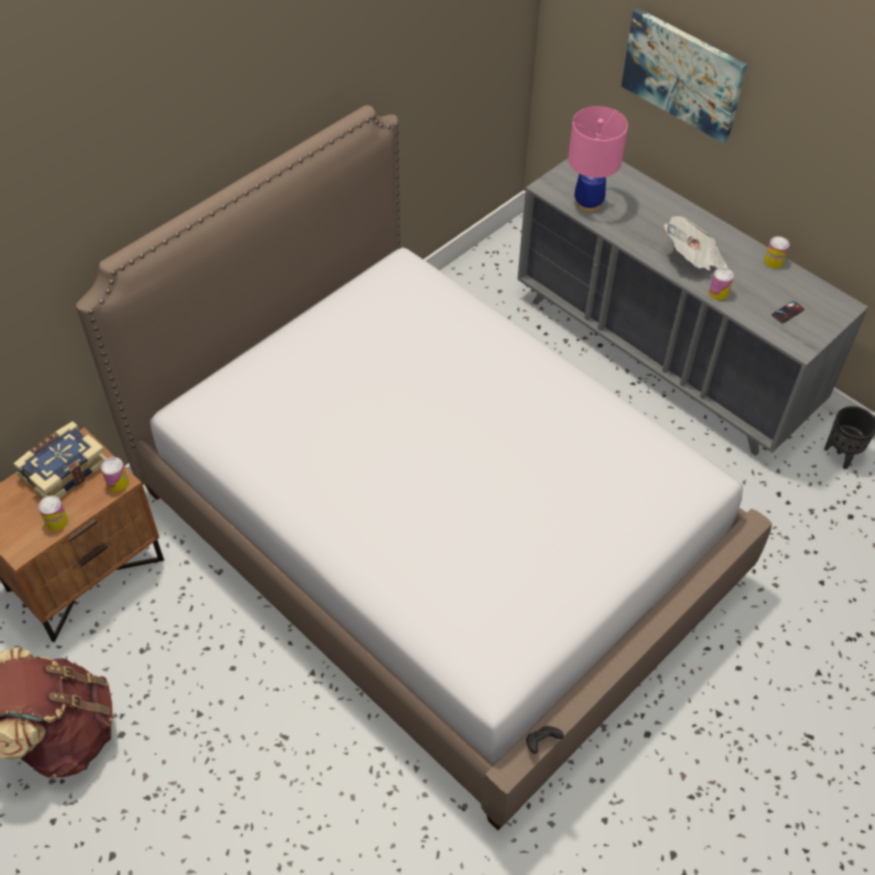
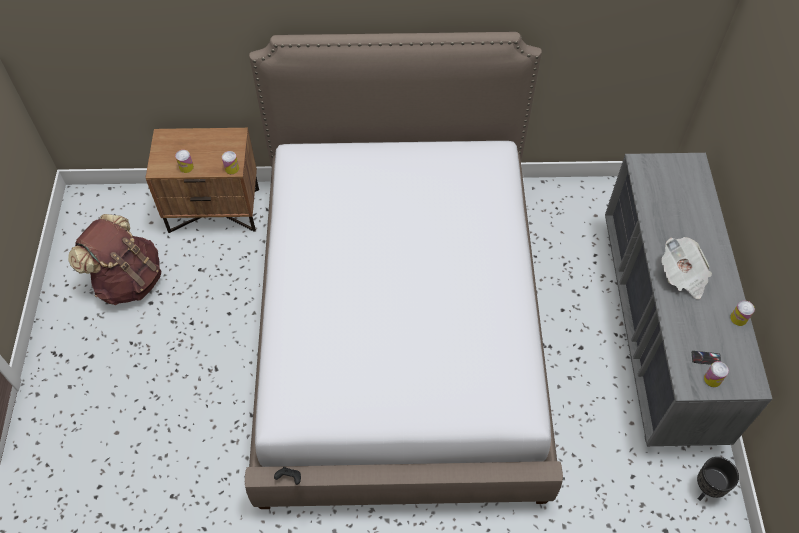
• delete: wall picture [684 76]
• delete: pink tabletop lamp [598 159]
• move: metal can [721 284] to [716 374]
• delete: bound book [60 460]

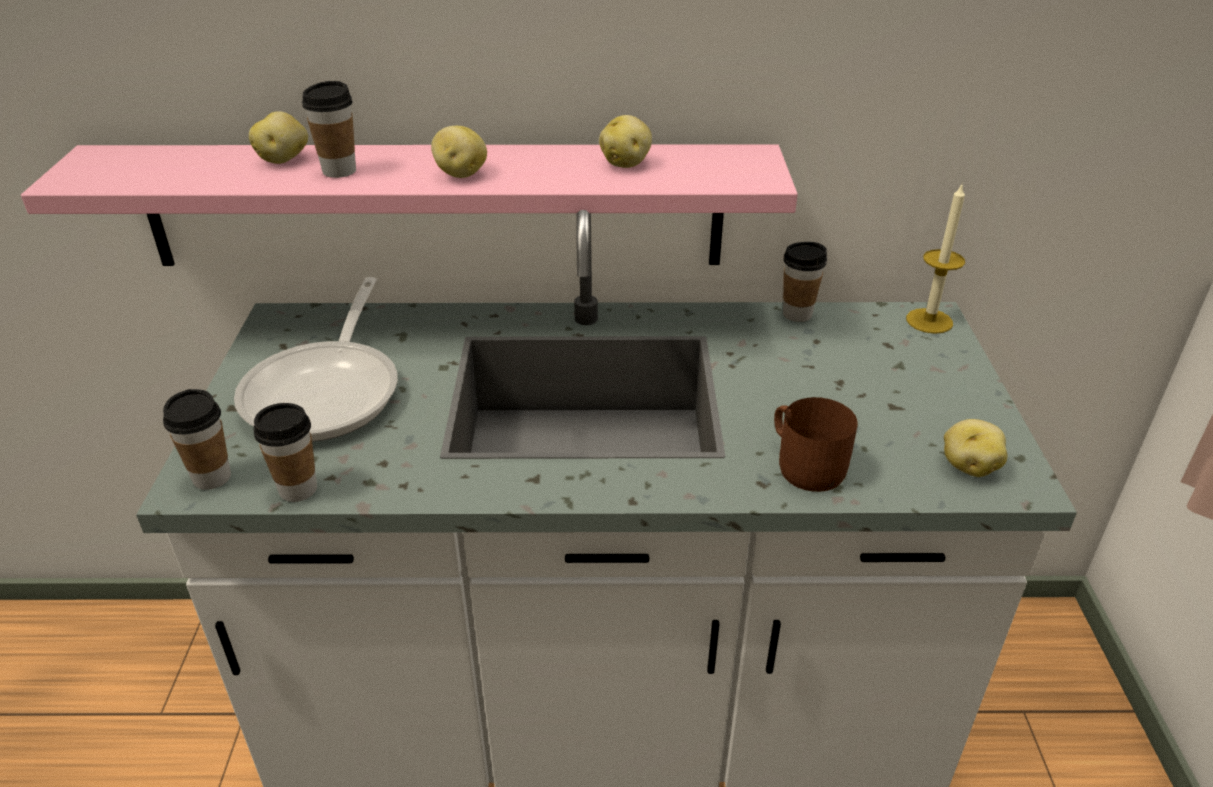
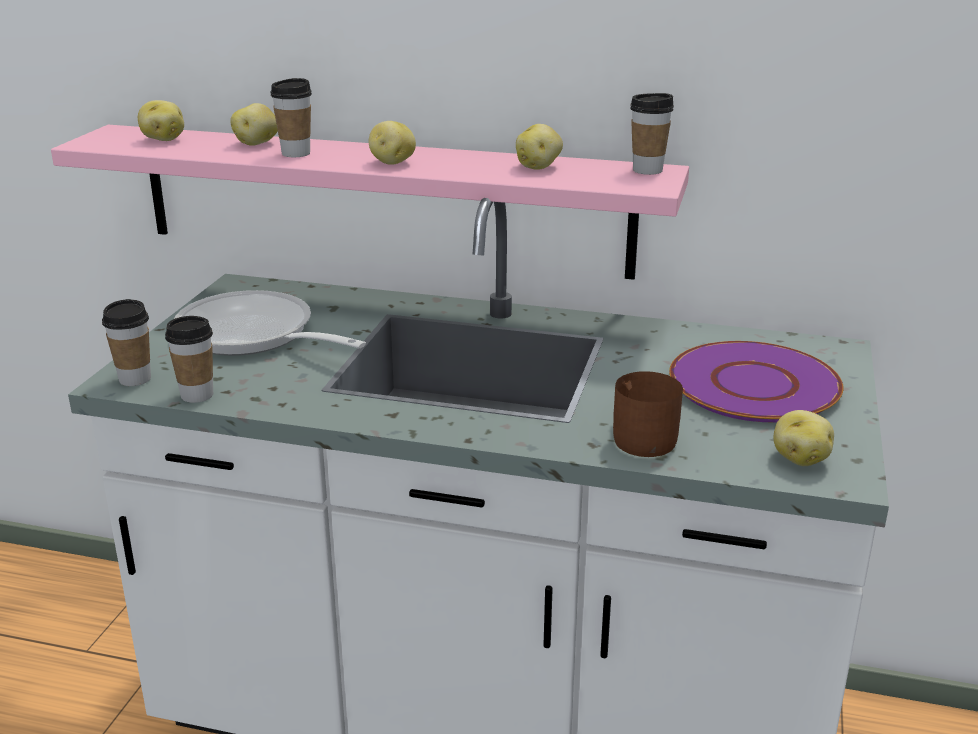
• delete: candle [935 259]
• move: drinking cup [805 282] to [652 134]
• rotate: pan [316 359] = [270 323] 105 degrees clockwise
• insert: spud [161 120]
• insert: purple-coloured plate [756 381]

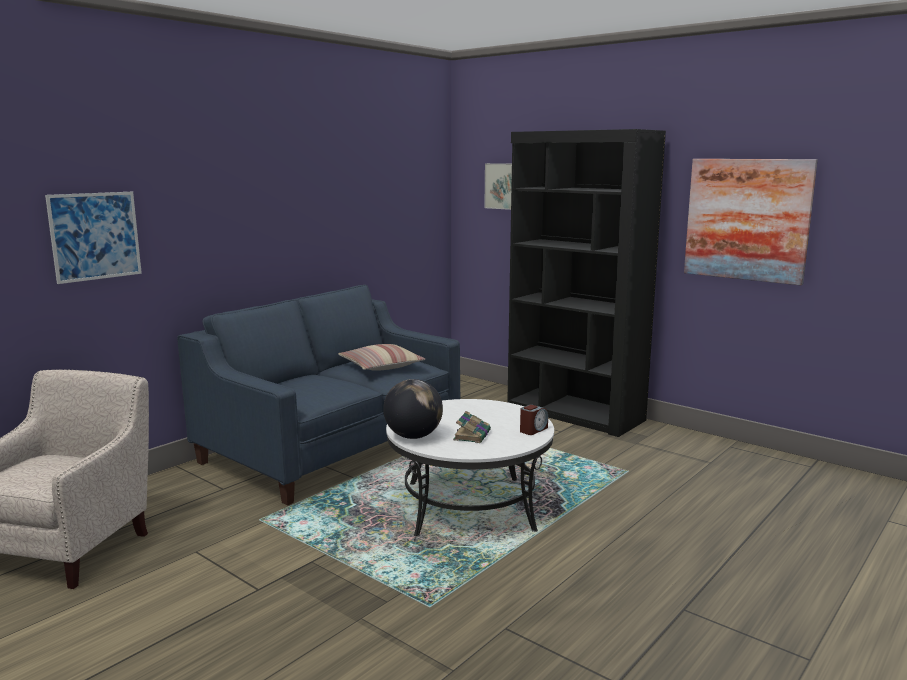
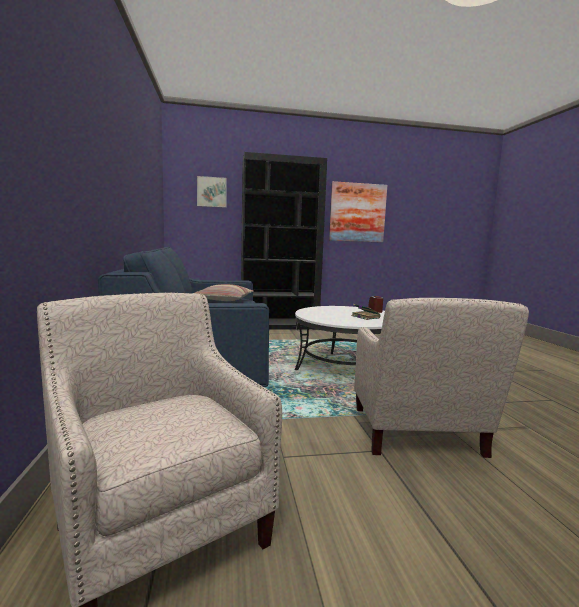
• delete: wall picture [93 238]
• delete: world globe [413 409]
• insert: sand-coloured armchair [441 378]

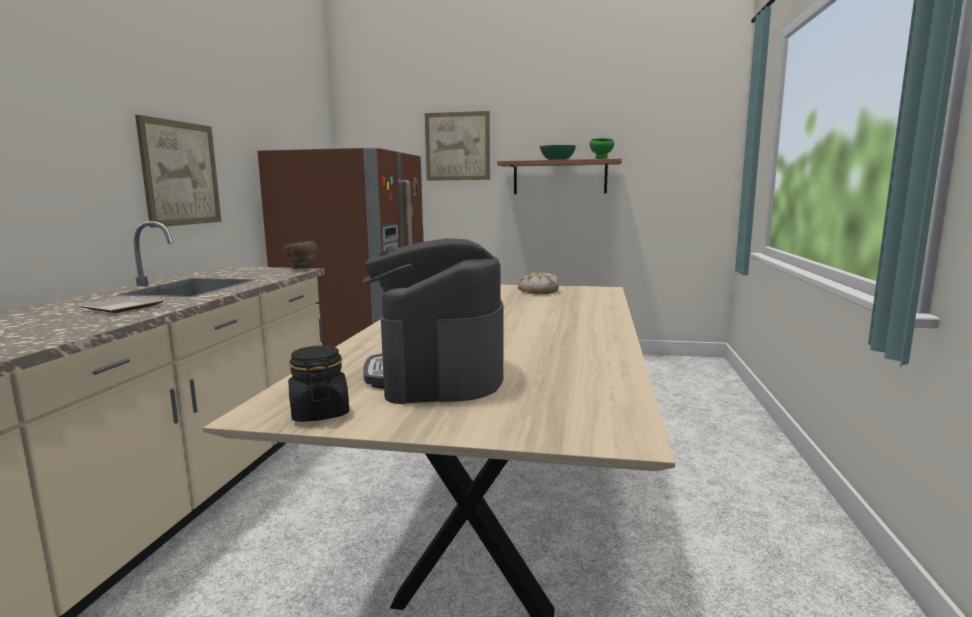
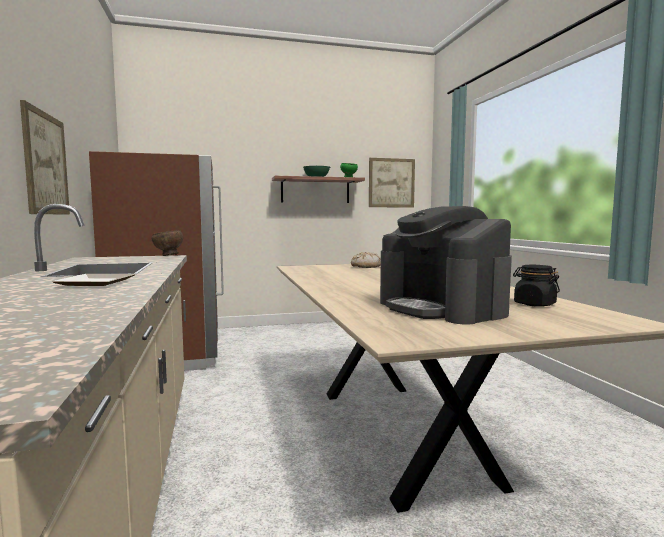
• move: wall picture [457 146] to [392 183]
• move: blackish storage jar [318 384] to [536 286]

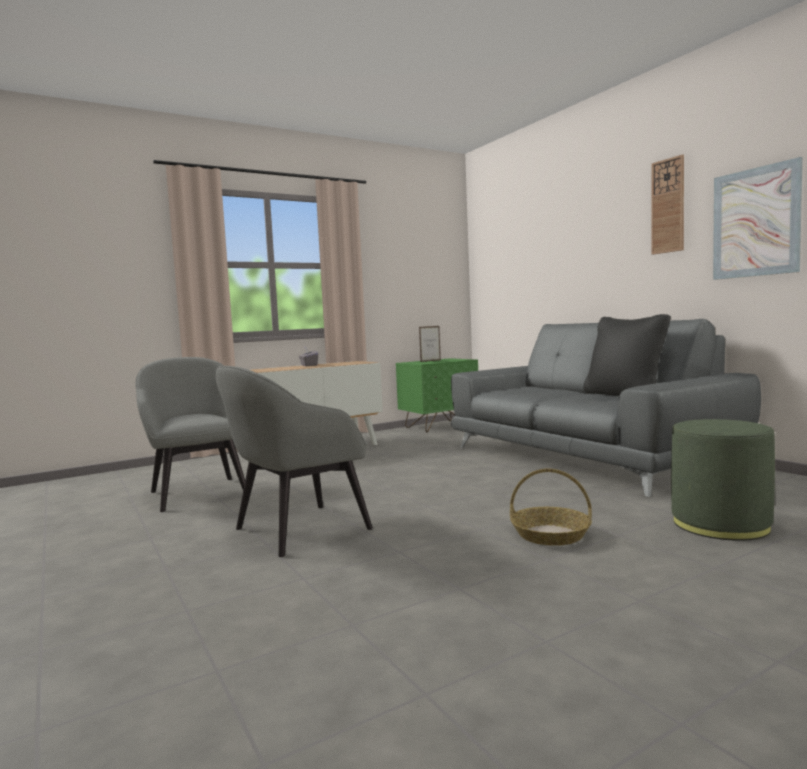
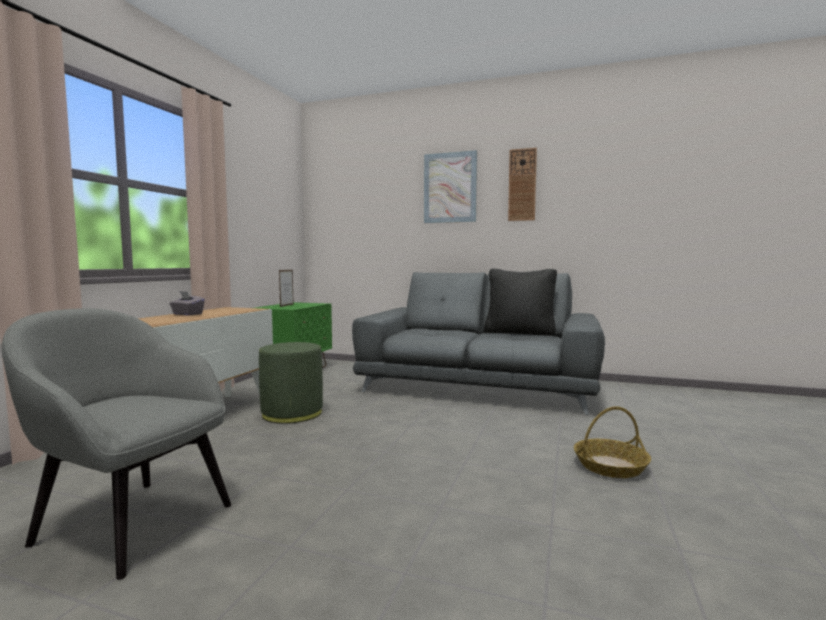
• move: wall picture [758 218] to [450 186]
• delete: greyish armchair [294 461]
• move: greenish ottoman [723 480] to [291 383]

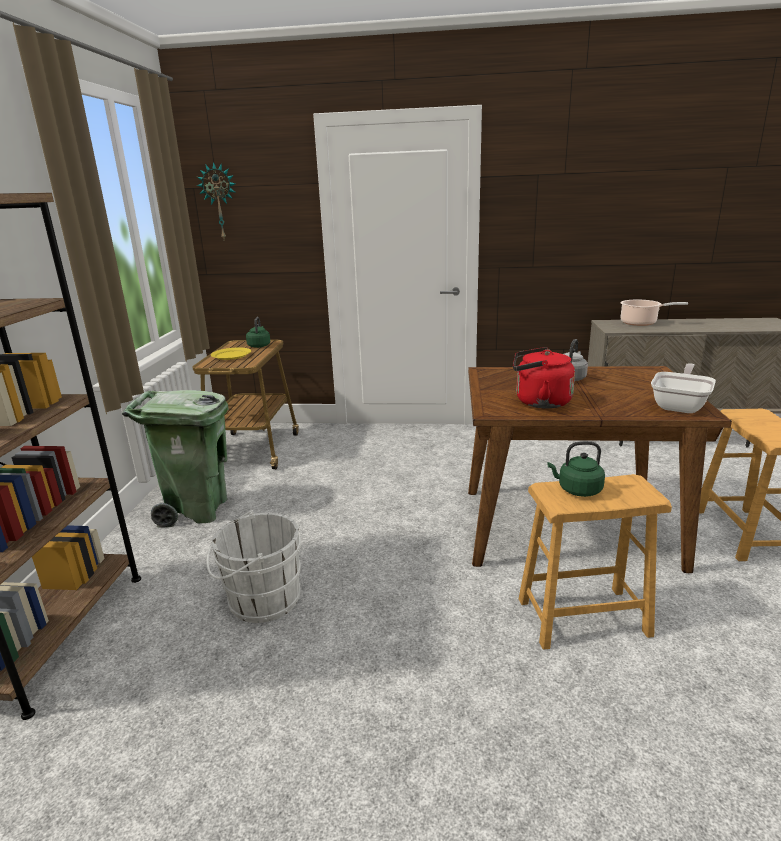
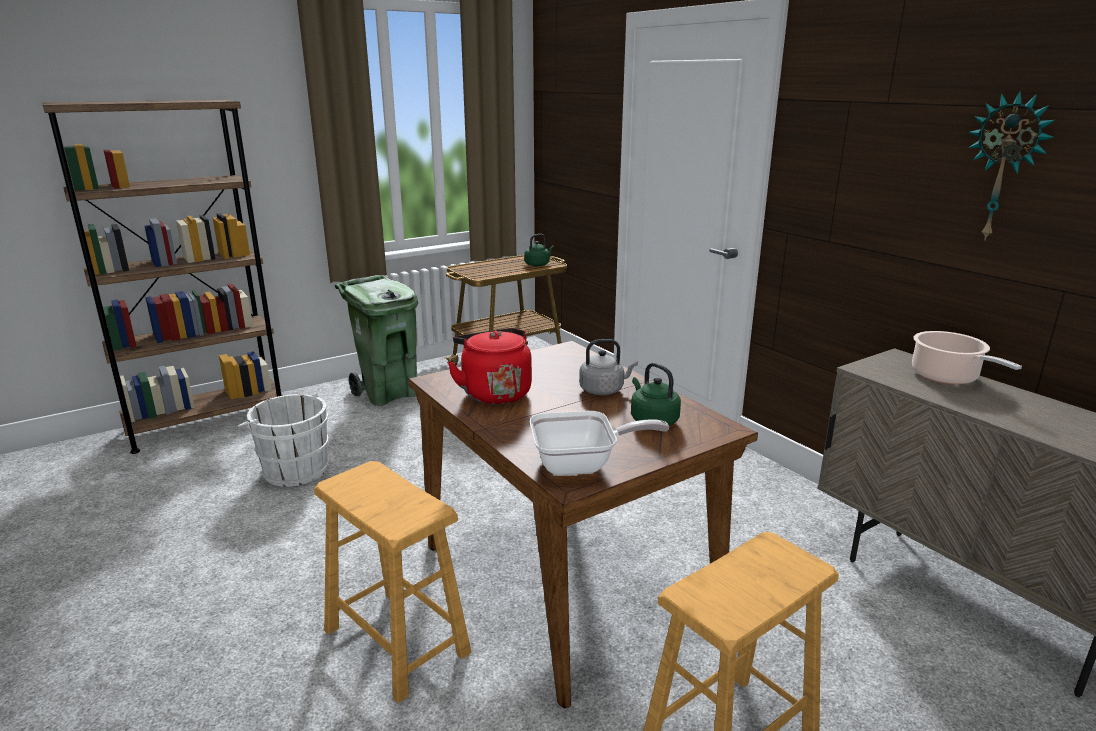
• move: hanging clock [216 200] to [1011 165]
• delete: yellow plate [231 353]
• move: greenish tea kettle [576 469] to [656 394]

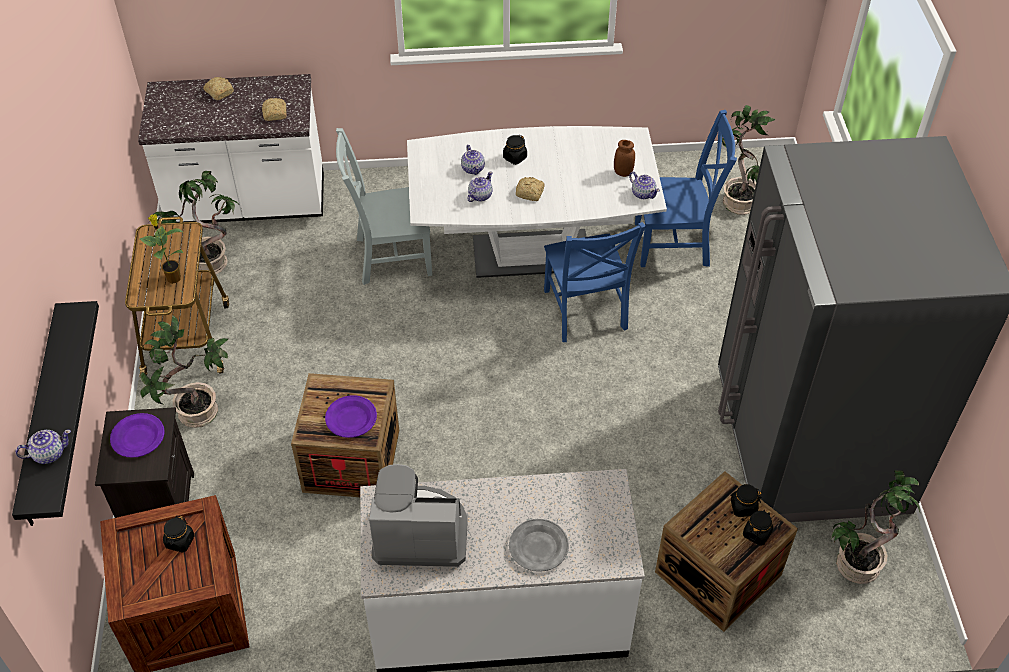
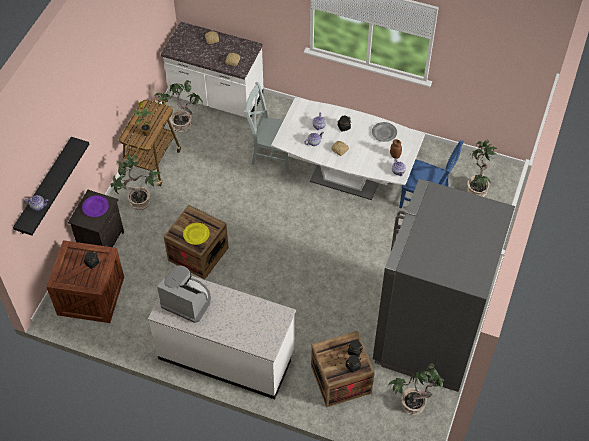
• delete: blue chair [595 282]
• recolor: purple-coloured plate [351 416] to yellow plate [196 234]
• move: greyish plate [539 545] to [384 132]

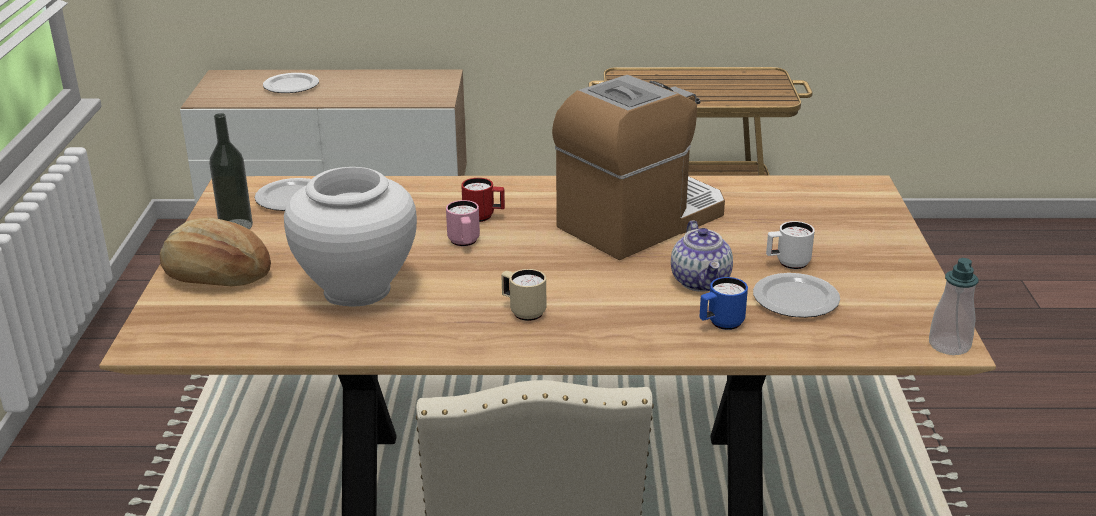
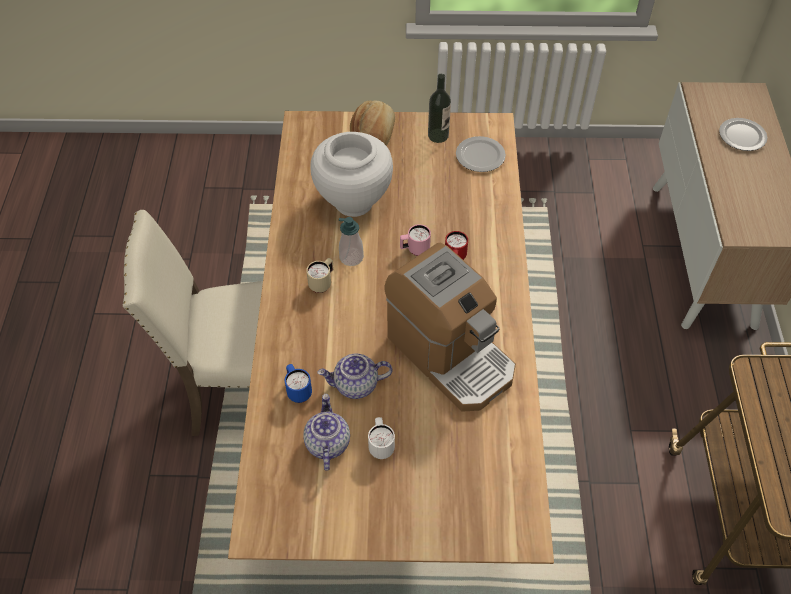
• move: soap dispenser [953 306] to [351 241]
• replace: plate [796 295] to teapot [326 432]

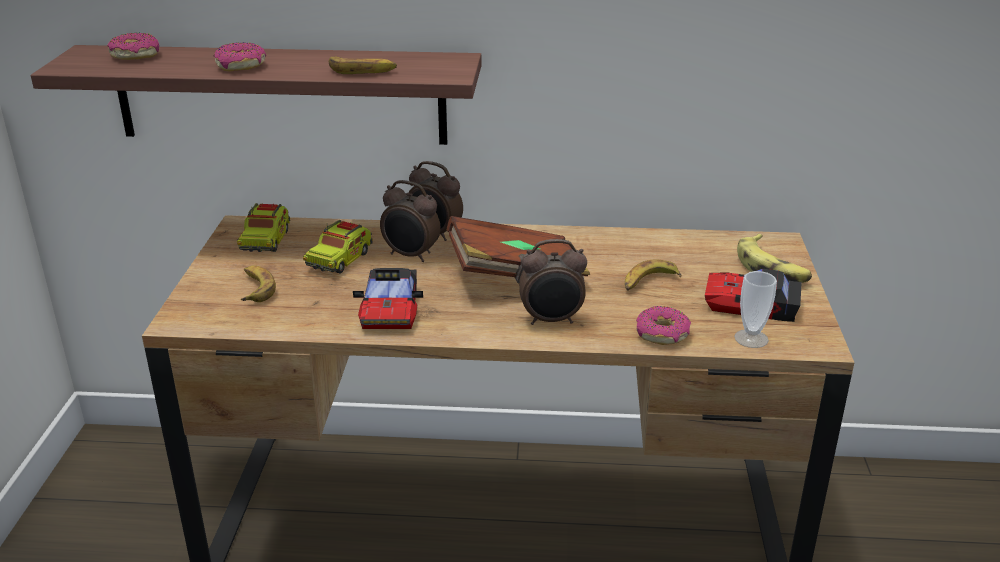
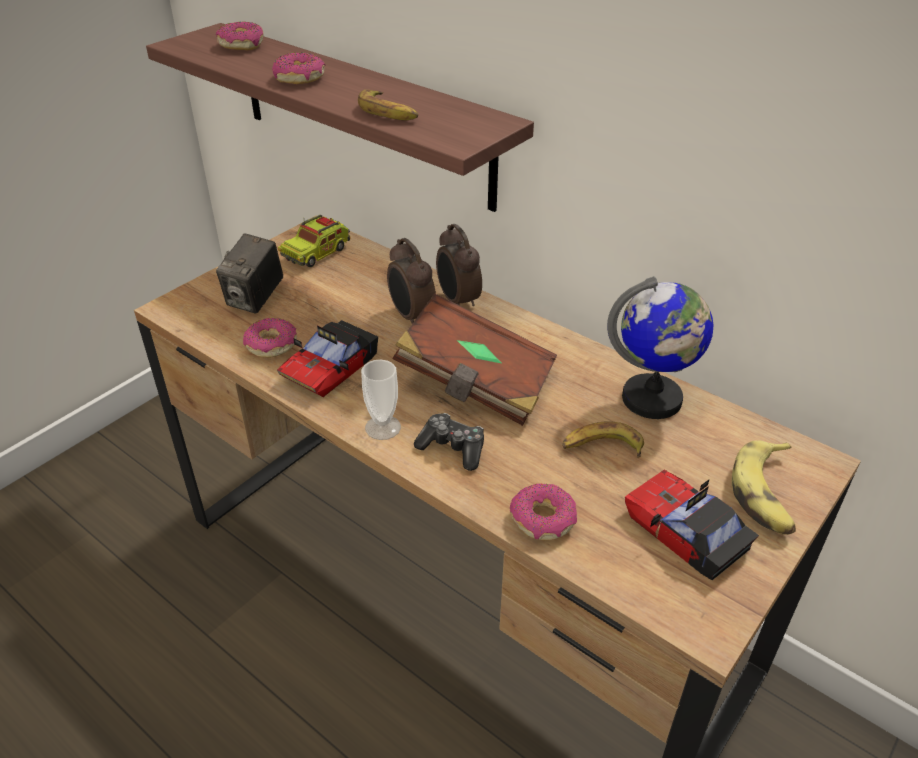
• delete: toy truck [338 246]
• replace: alarm clock [553 282] to gamepad [449 442]
• replace: whole banana [258 283] to photo camera [249 273]
• move: drinking cup [755 309] to [381 400]
• insert: world globe [660 347]
• insert: ring doughnut [270 338]

